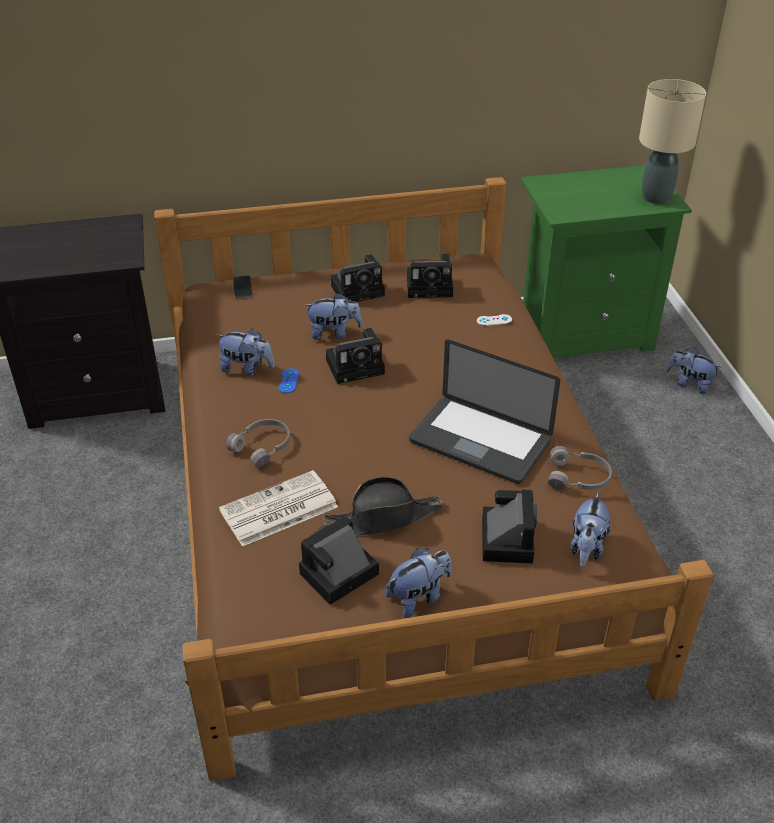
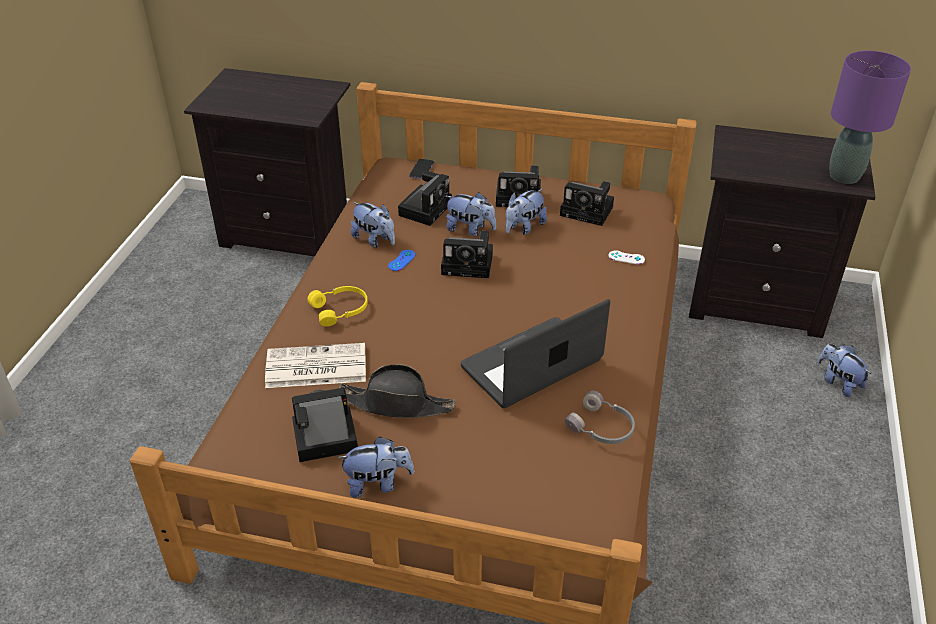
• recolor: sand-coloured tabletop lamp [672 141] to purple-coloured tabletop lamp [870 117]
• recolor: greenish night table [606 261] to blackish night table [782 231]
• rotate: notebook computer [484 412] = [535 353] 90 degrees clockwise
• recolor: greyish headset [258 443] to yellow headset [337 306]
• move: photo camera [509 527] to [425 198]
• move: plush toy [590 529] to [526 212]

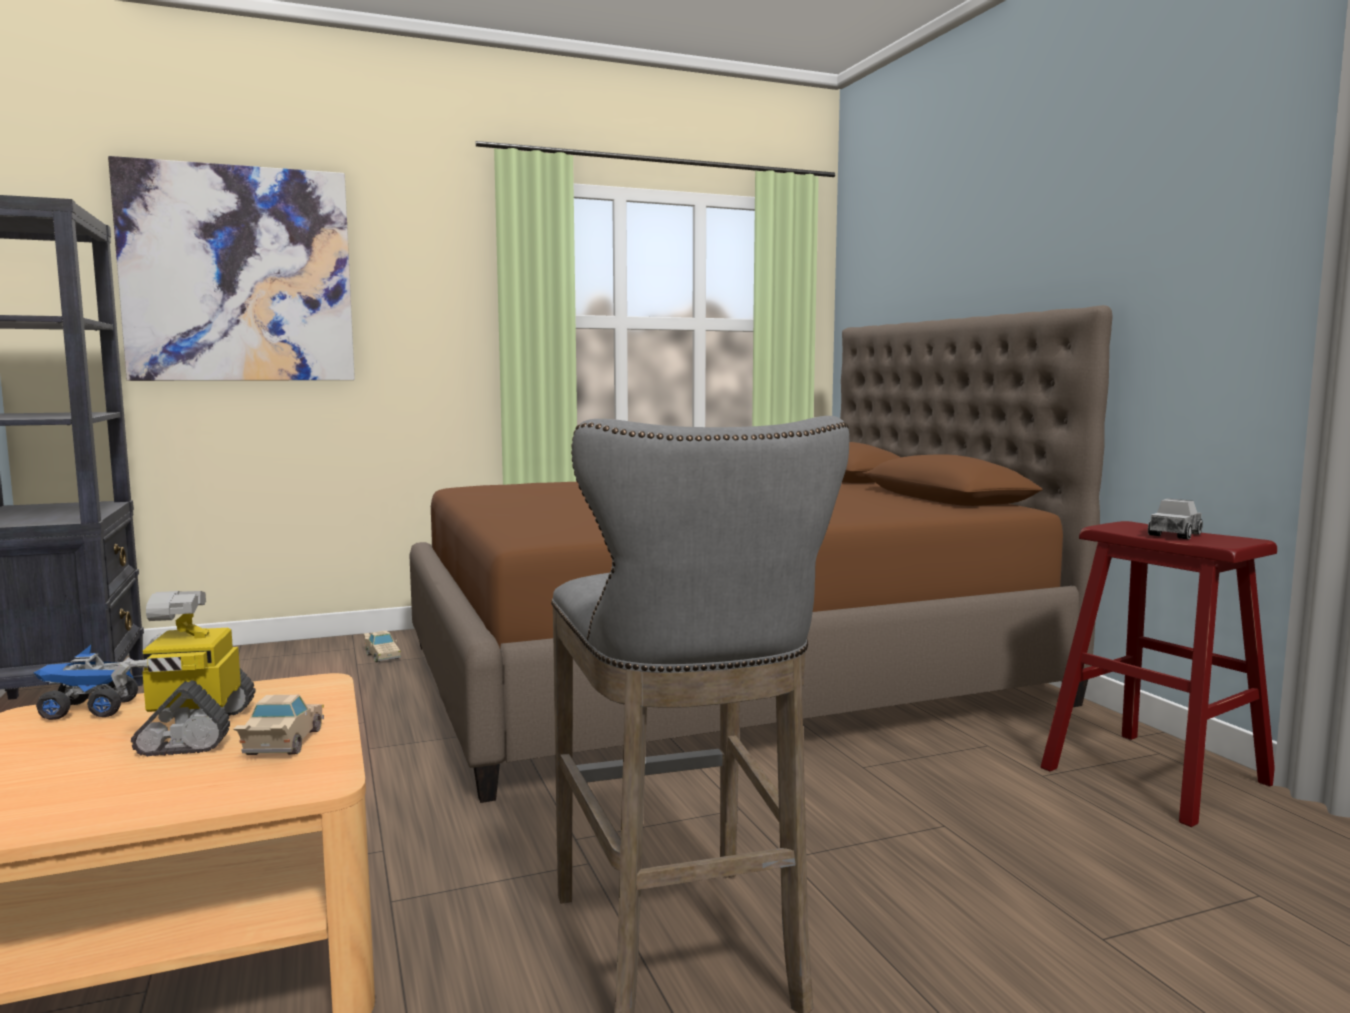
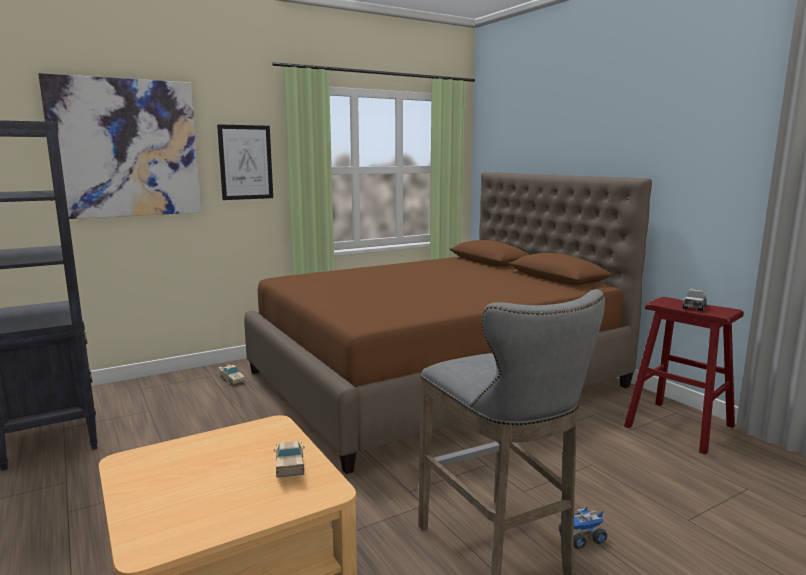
• delete: robot figure [183 674]
• move: toy truck [85 682] to [583 527]
• insert: wall picture [245 162]

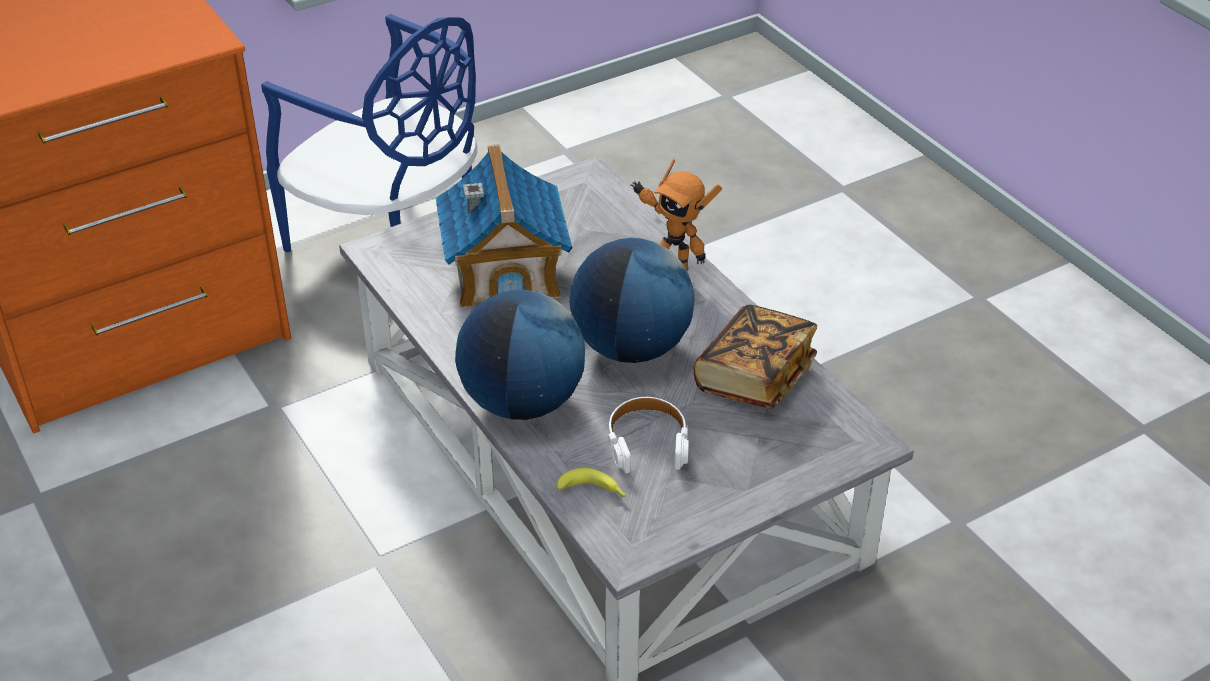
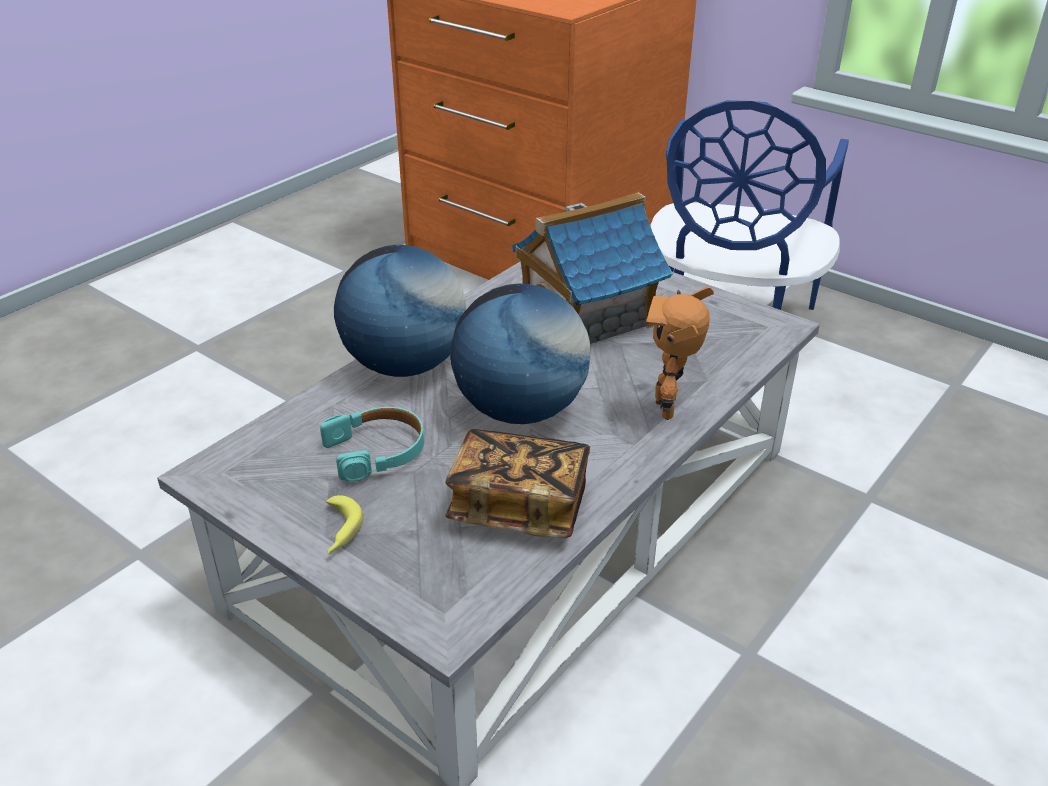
• recolor: whitish headset [648 435] to blue-green headset [372 444]
• move: whole banana [592 483] to [345 525]

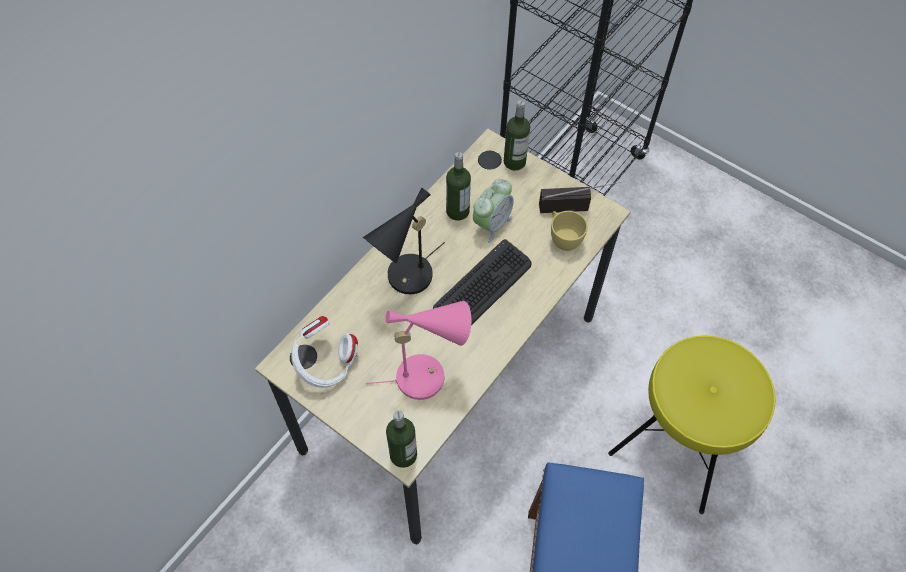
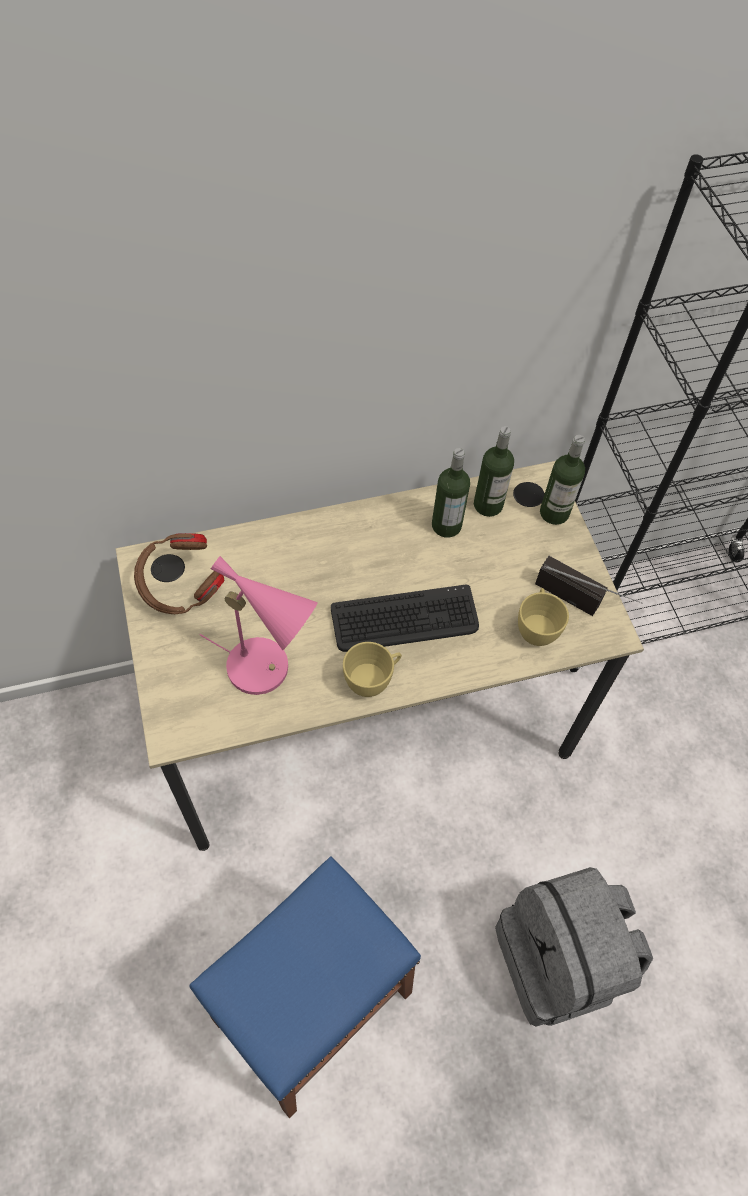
• delete: alarm clock [493 211]
• delete: blackish tabletop lamp [404 241]
• recolor: whitish headset [324 352] to brown headset [179 573]
• replace: yellow stool [692 424] to greyish knapsack [574 947]
• move: drink bottle [401 439] to [494 471]
• insert: yellow drinking cup [372 669]

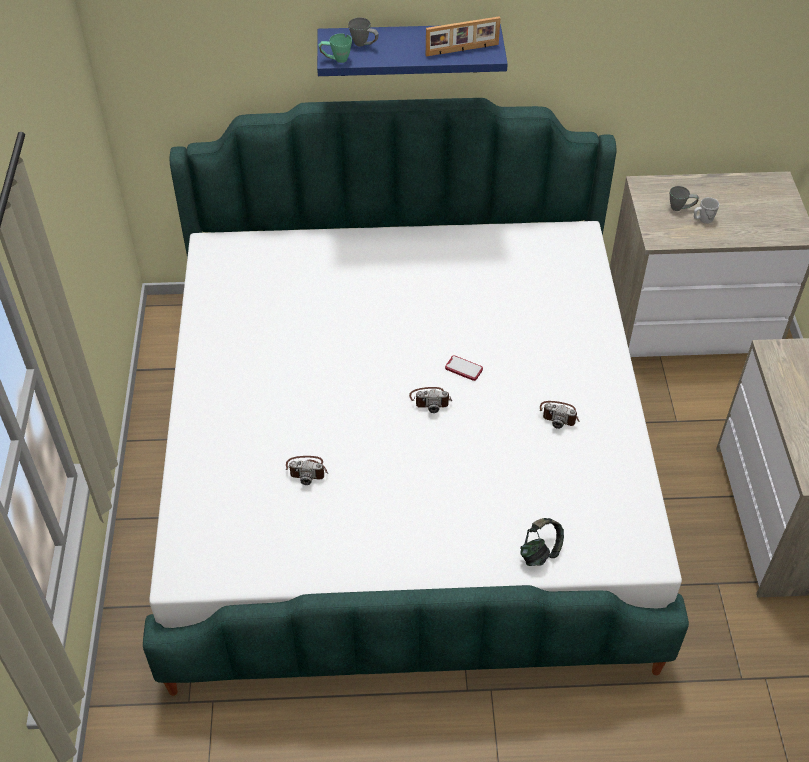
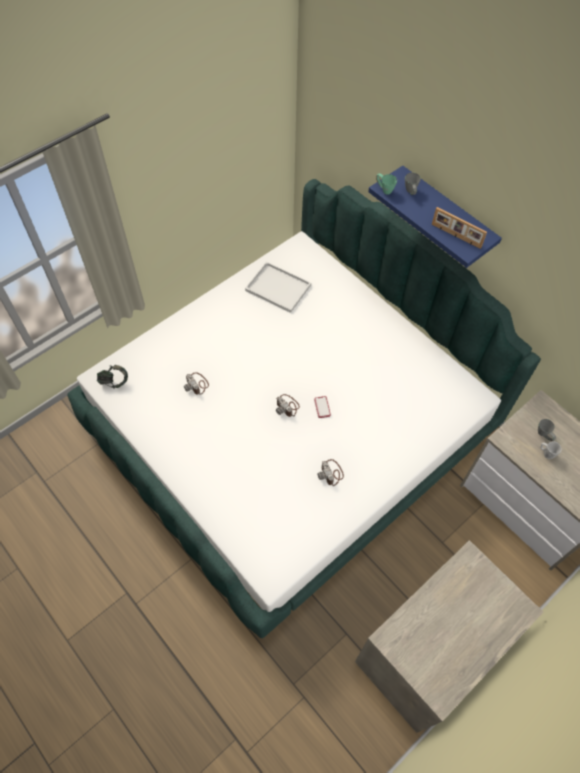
• move: headset [542 542] to [112 377]
• insert: whitish carrying tray [278 287]

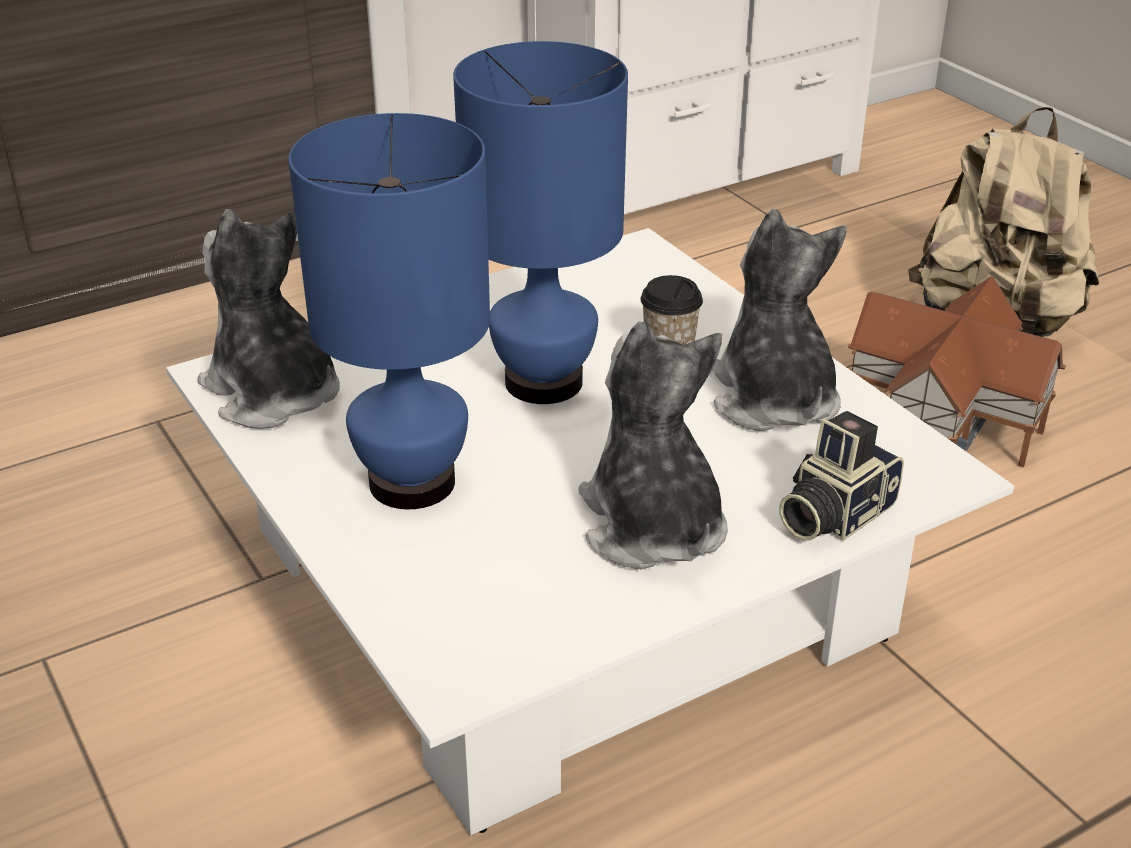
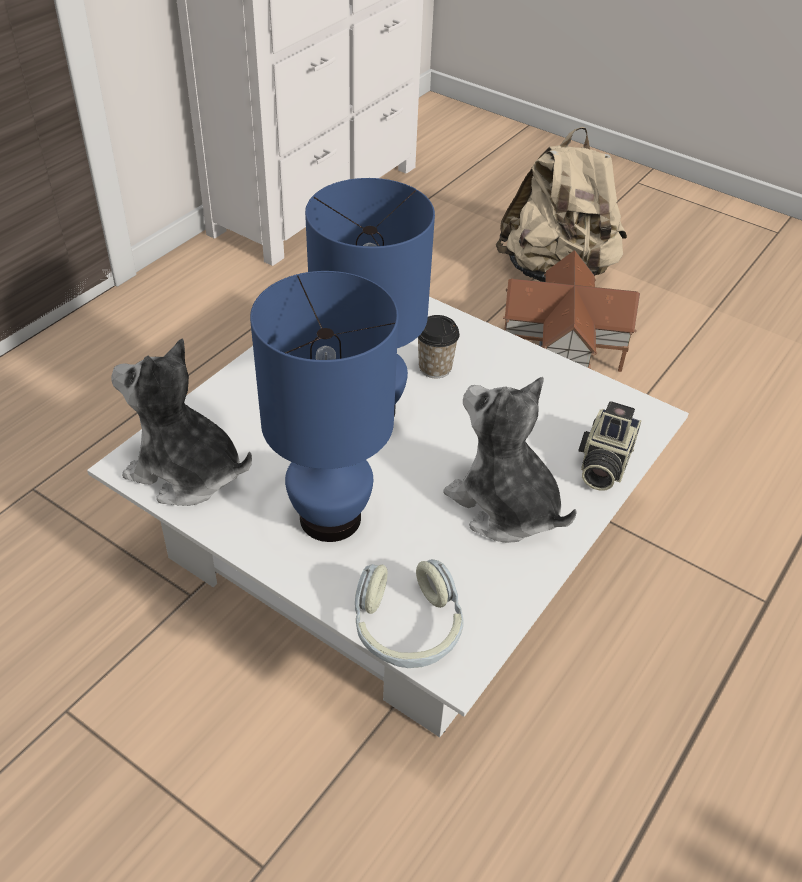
• delete: plush toy [779 320]
• insert: headset [409 613]

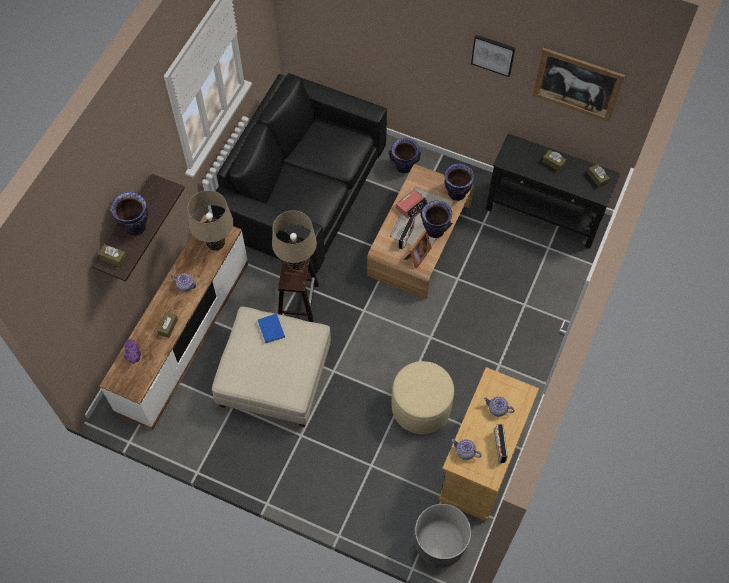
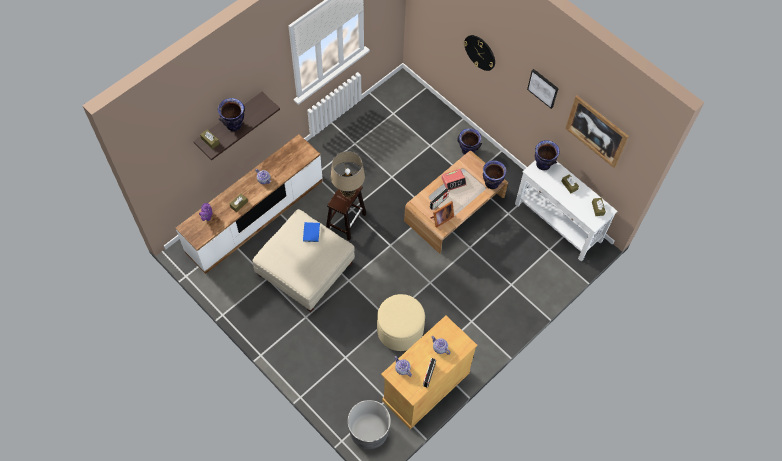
• delete: blackish settee [299 173]
• recolor: blackish hall table [553 191] to whitish hall table [566 211]
• delete: sand-coloured tabletop lamp [210 220]
• move: decorative vase [436 219] to [547 155]
• insert: hanging clock [479 53]

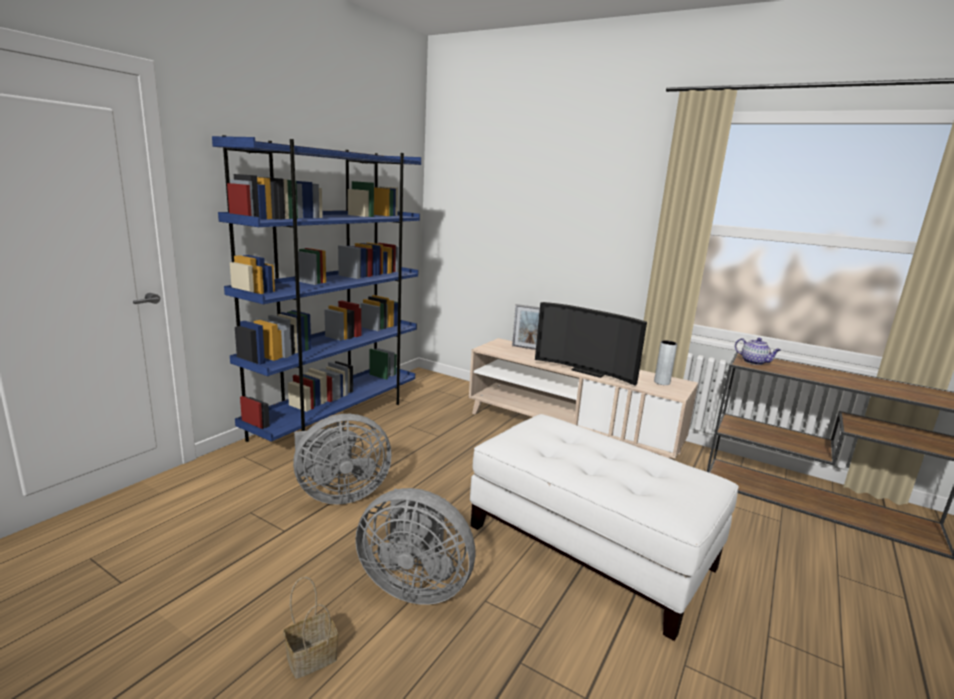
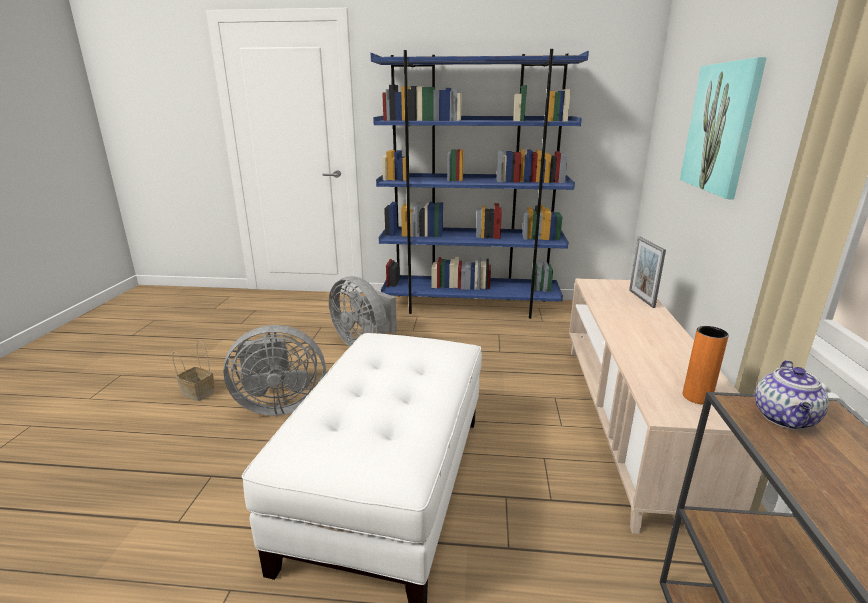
• delete: television [591 344]
• recolor: greyish decorative vase [665 362] to orangey decorative vase [706 365]
• rotate: greyish fan [415 546] = [274 370] 90 degrees counterclockwise
• insert: wall picture [723 128]

